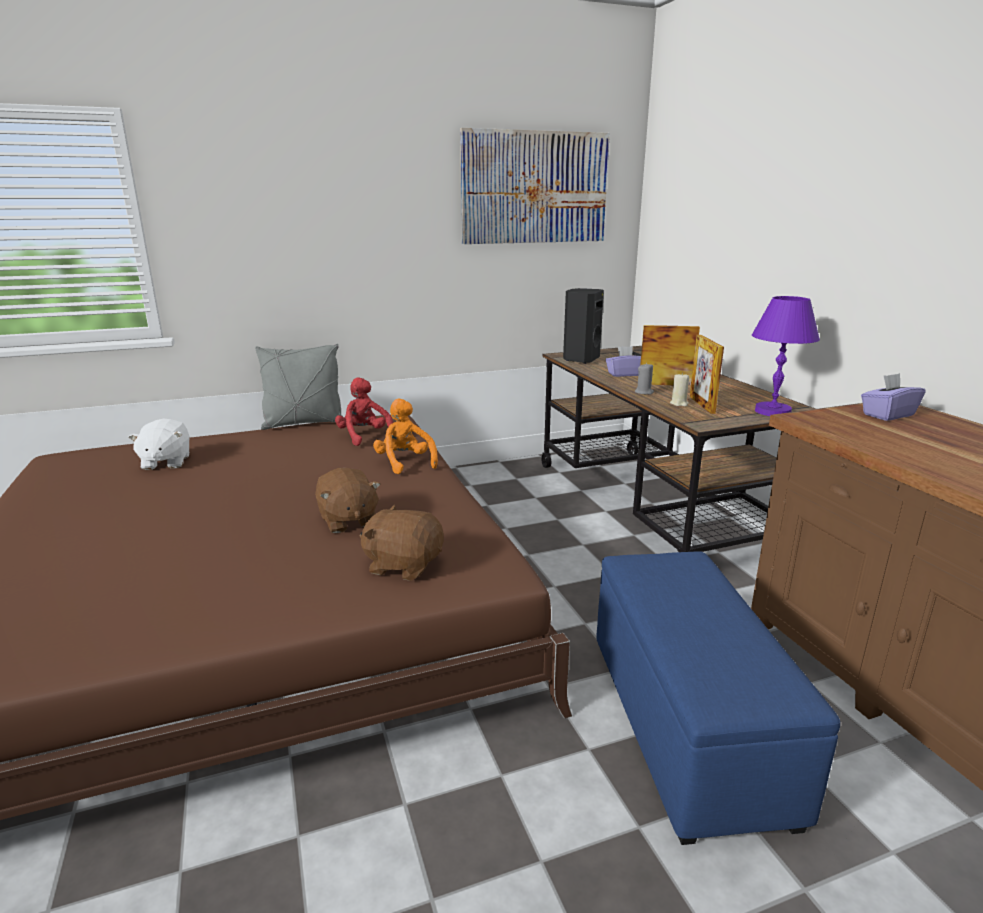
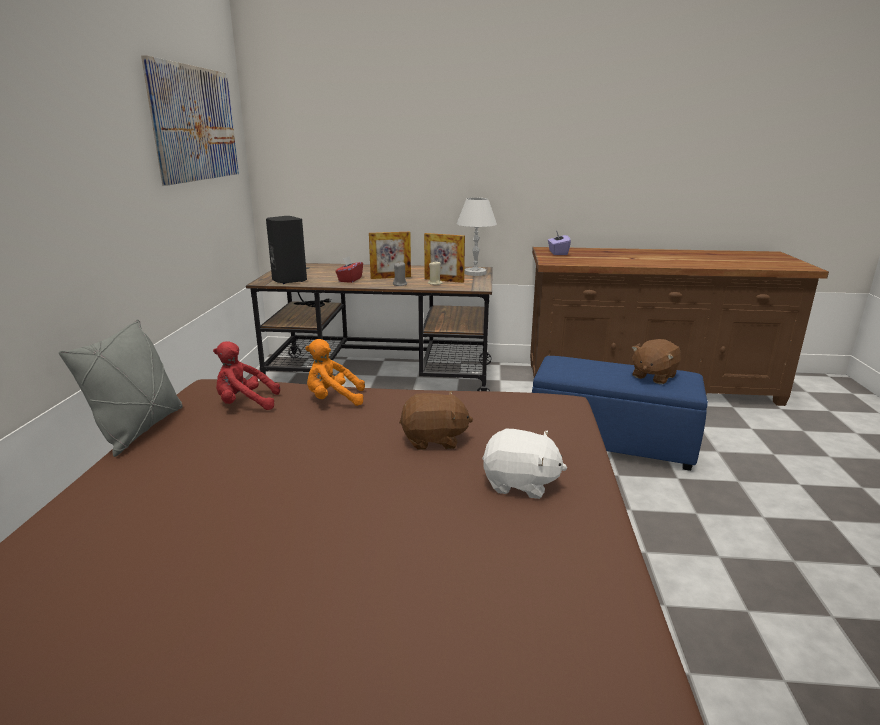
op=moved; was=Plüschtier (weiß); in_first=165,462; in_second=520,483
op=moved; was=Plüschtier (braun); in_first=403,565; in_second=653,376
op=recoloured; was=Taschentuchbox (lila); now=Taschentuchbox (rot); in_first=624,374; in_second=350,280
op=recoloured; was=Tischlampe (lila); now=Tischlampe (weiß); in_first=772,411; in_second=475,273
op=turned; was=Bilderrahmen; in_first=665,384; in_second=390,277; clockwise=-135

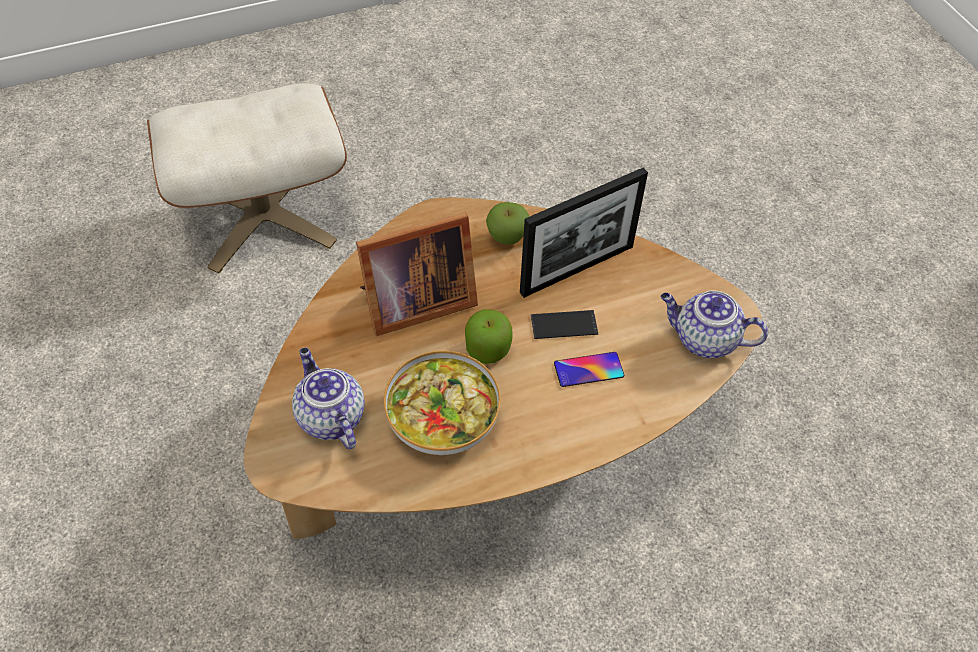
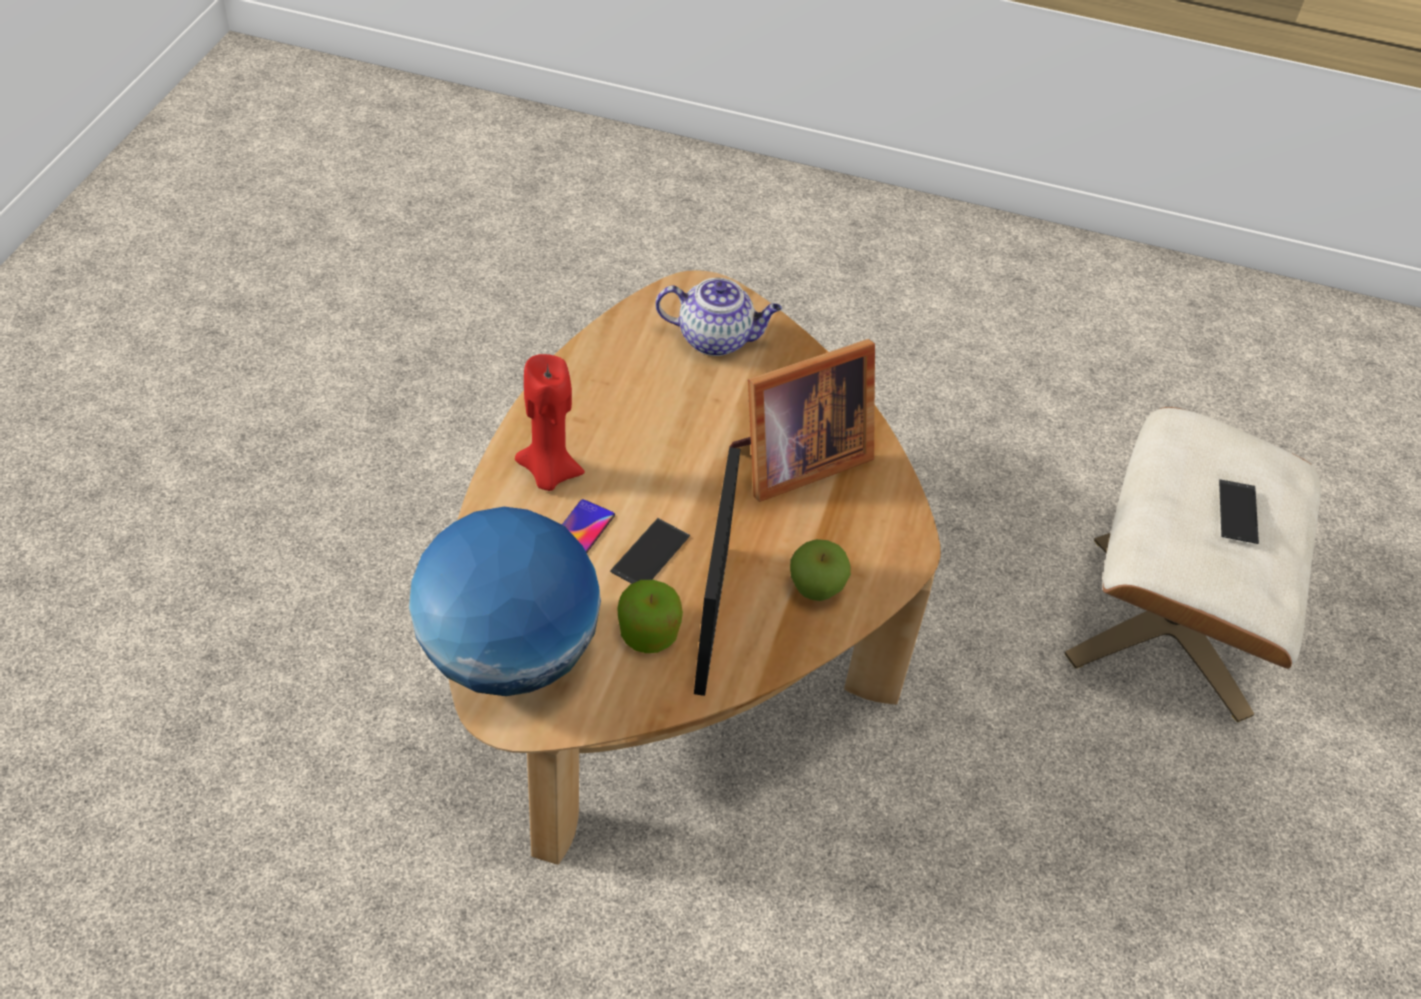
op=removed; was=Schüssel; in_first=442,417
op=added; now=Kerze (rot); in_second=548,473
op=added; now=Handy; in_second=1238,512
op=moved; was=Apfel; in_first=488,349; in_second=648,633
op=replaced; was=Teekanne; now=Globus; in_first=704,340; in_second=508,655
op=turned; was=Bilderrahmen; in_first=413,303; in_second=794,461; clockwise=-135

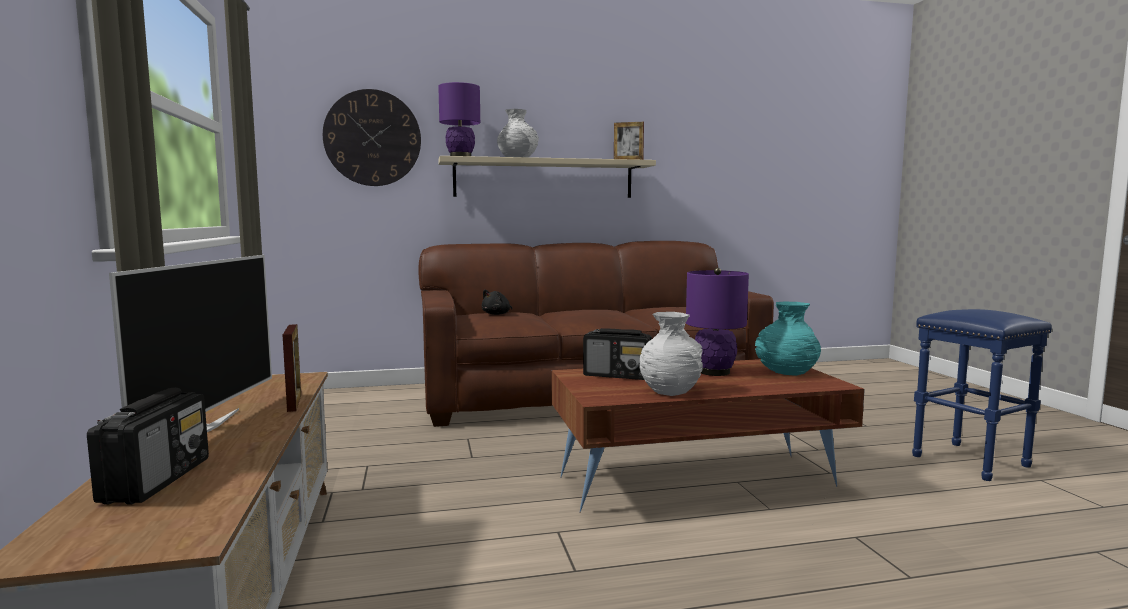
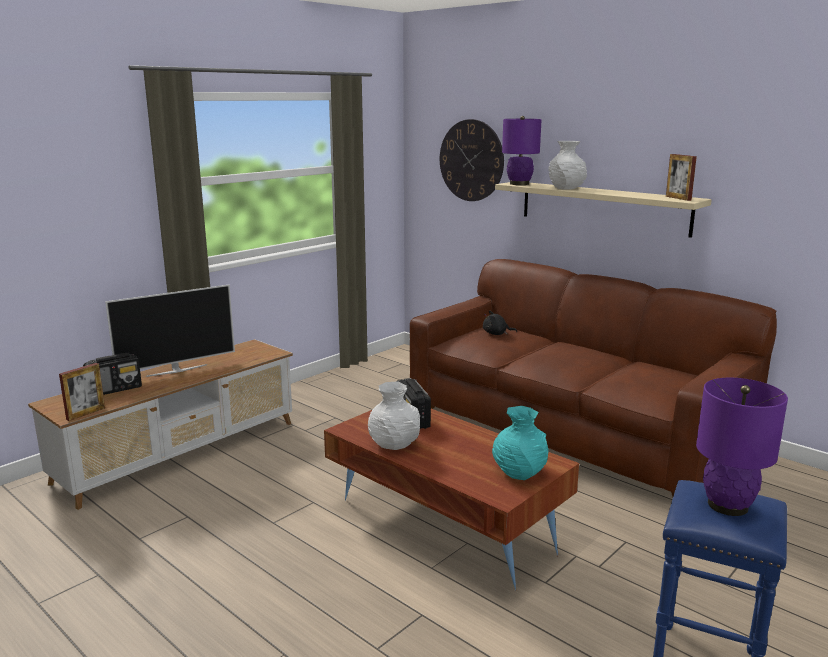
op=moved; was=Bilderrahmen; in_first=294,403; in_second=86,413
op=moved; was=Tischlampe (lila); in_first=714,372; in_second=728,506

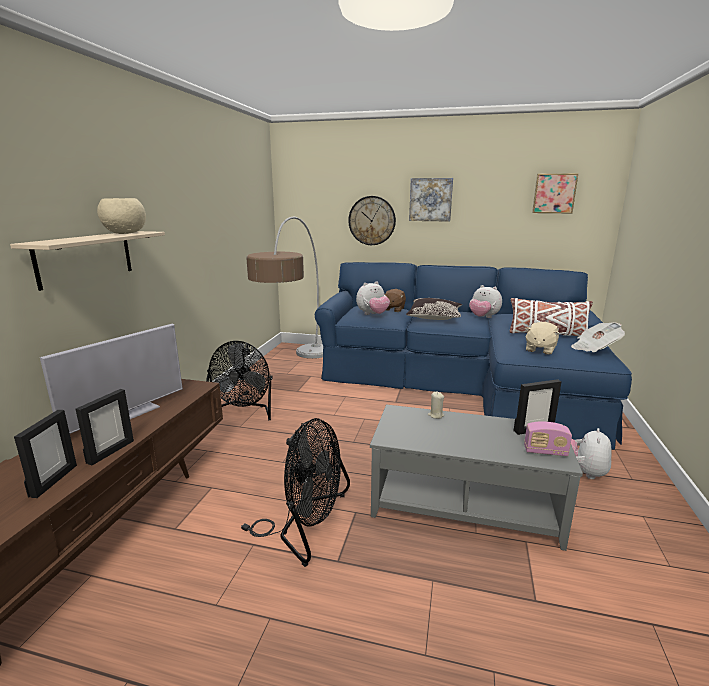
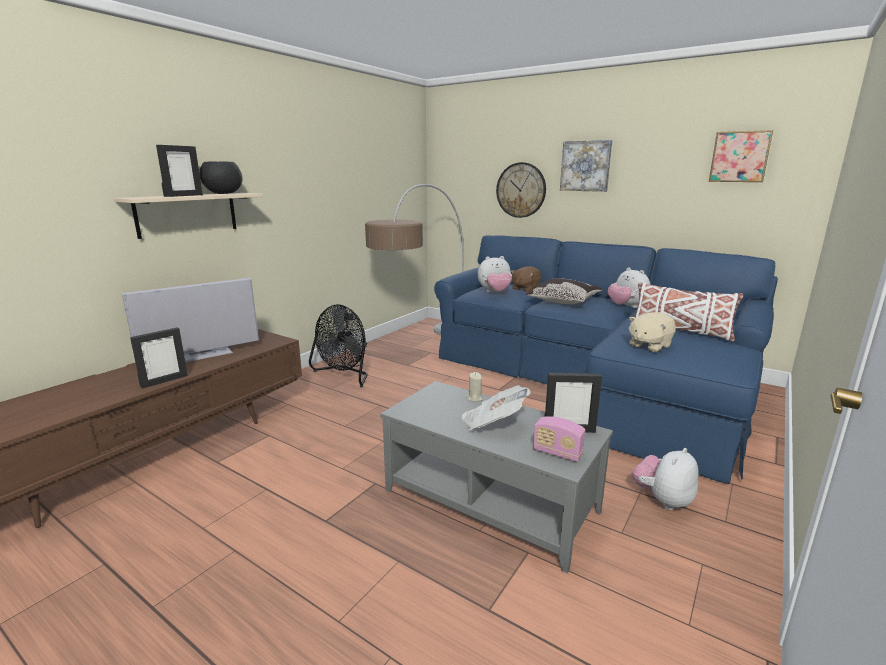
op=removed; was=Ventilator (schwarz); in_first=305,525
op=moved; was=Bilderrahmen; in_first=53,480; in_second=183,195
op=moved; was=Zeitung; in_first=594,348; in_second=493,423
op=recoloured; was=Schüssel (beige); now=Schüssel (schwarz); in_first=125,233; in_second=223,194

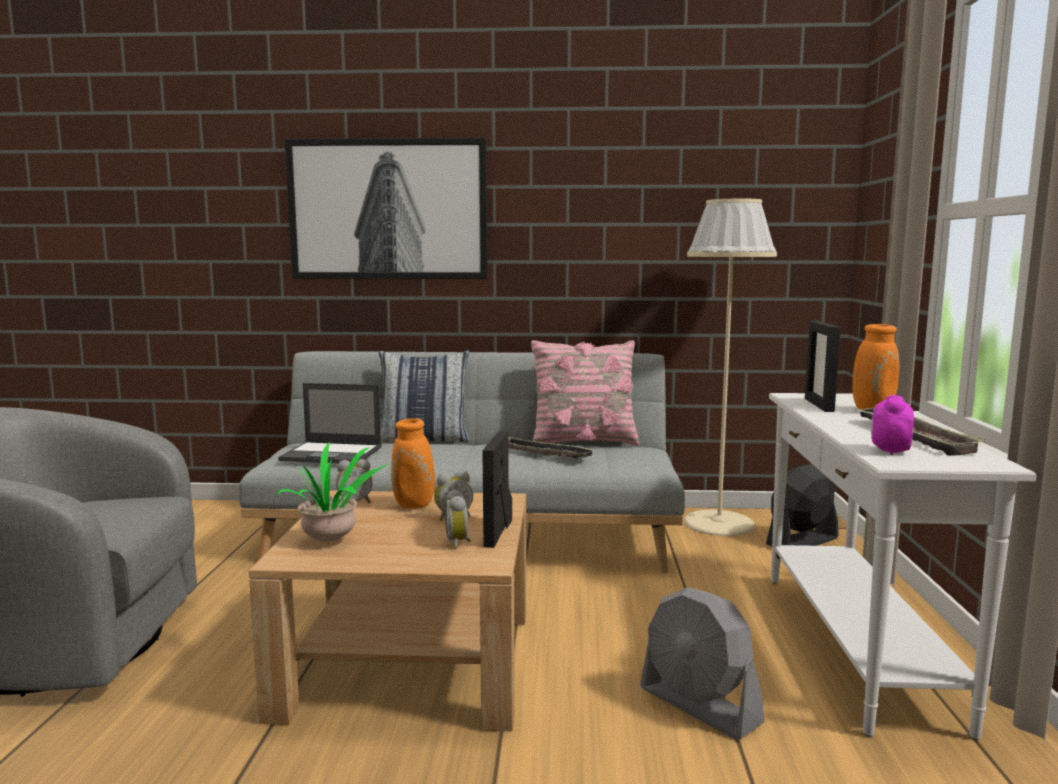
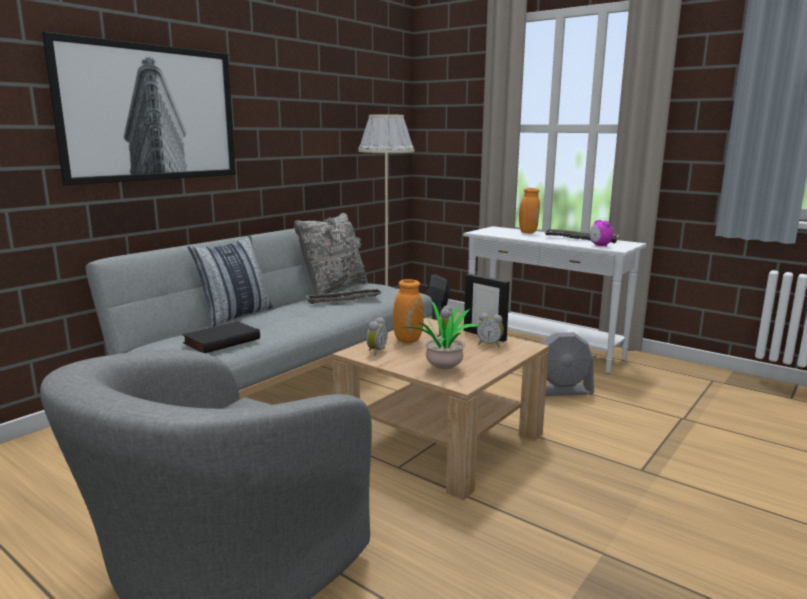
op=removed; was=Bilderrahmen; in_first=820,405
op=replaced; was=Laptop; now=Buch (schwarz); in_first=333,454; in_second=221,340
op=recoloured; was=Kissen (rosa); now=Kissen (grau); in_first=584,443; in_second=334,289

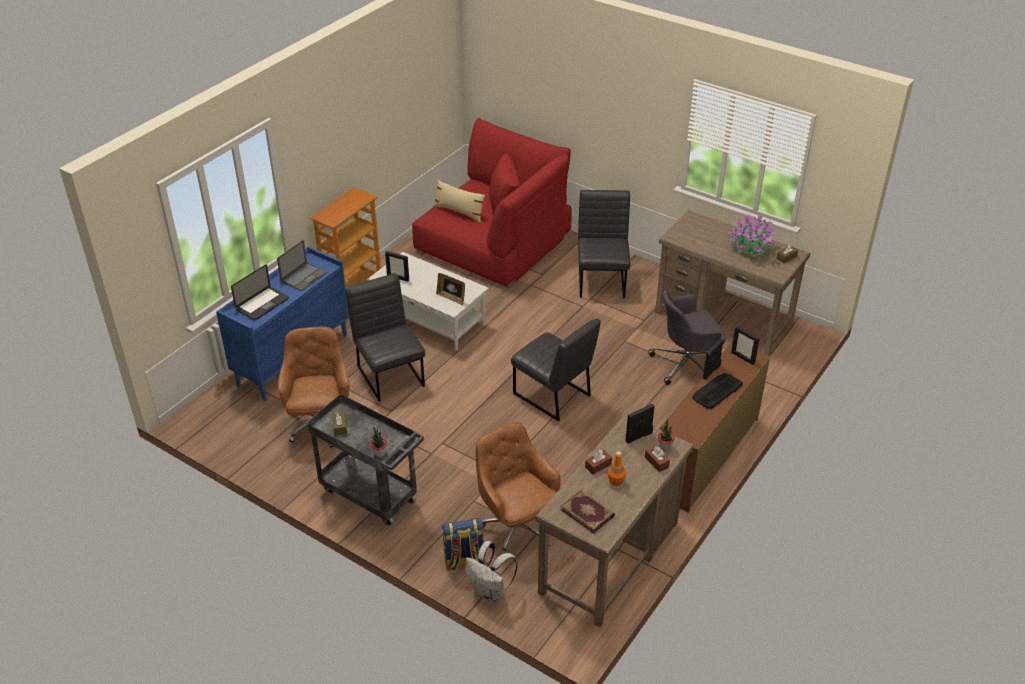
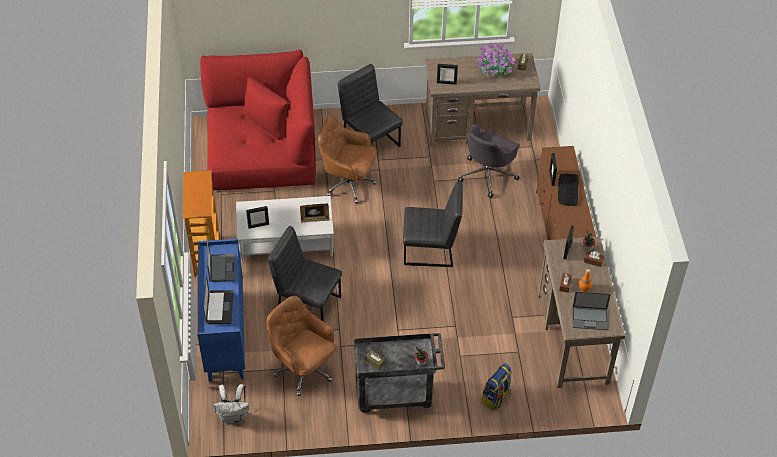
op=removed; was=Kissen (beige); in_first=459,212
op=moved; was=Rucksack (weiß); in_first=490,592; in_second=234,416
op=moved; was=Bürostuhl (braun); in_first=518,528; in_second=349,183
op=moved; was=Bilderrahmen; in_first=743,357; in_second=446,82
op=replaced; was=Buch; now=Laptop; in_first=588,512; in_second=590,318

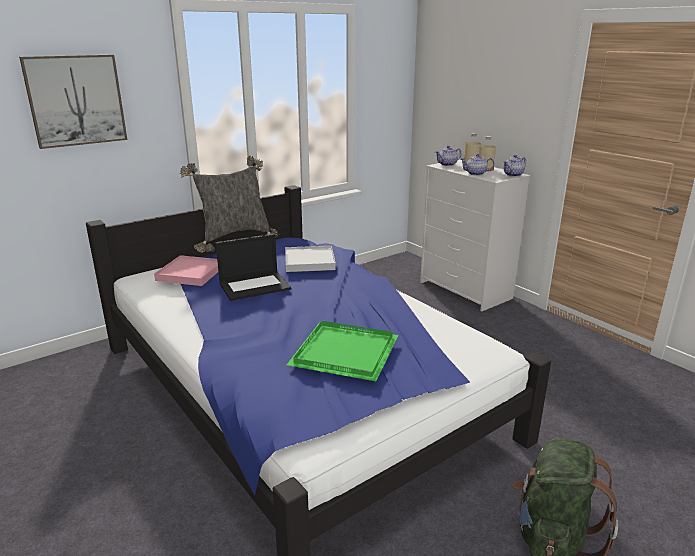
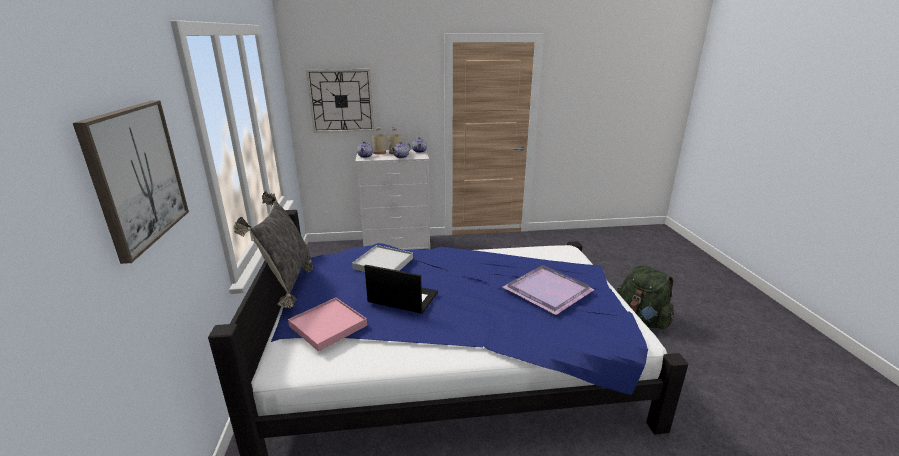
op=added; now=Wanduhr; in_second=341,101
op=recoloured; was=Tablett (grün); now=Tablett (lila); in_first=347,352; in_second=547,290
op=turned; was=Laptop; in_first=255,286; in_second=402,298; clockwise=-75

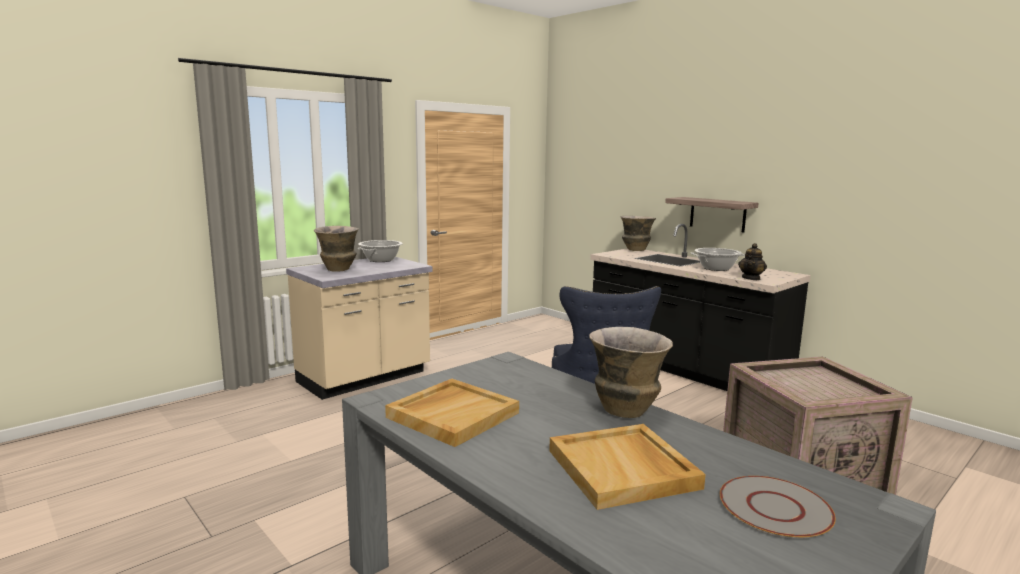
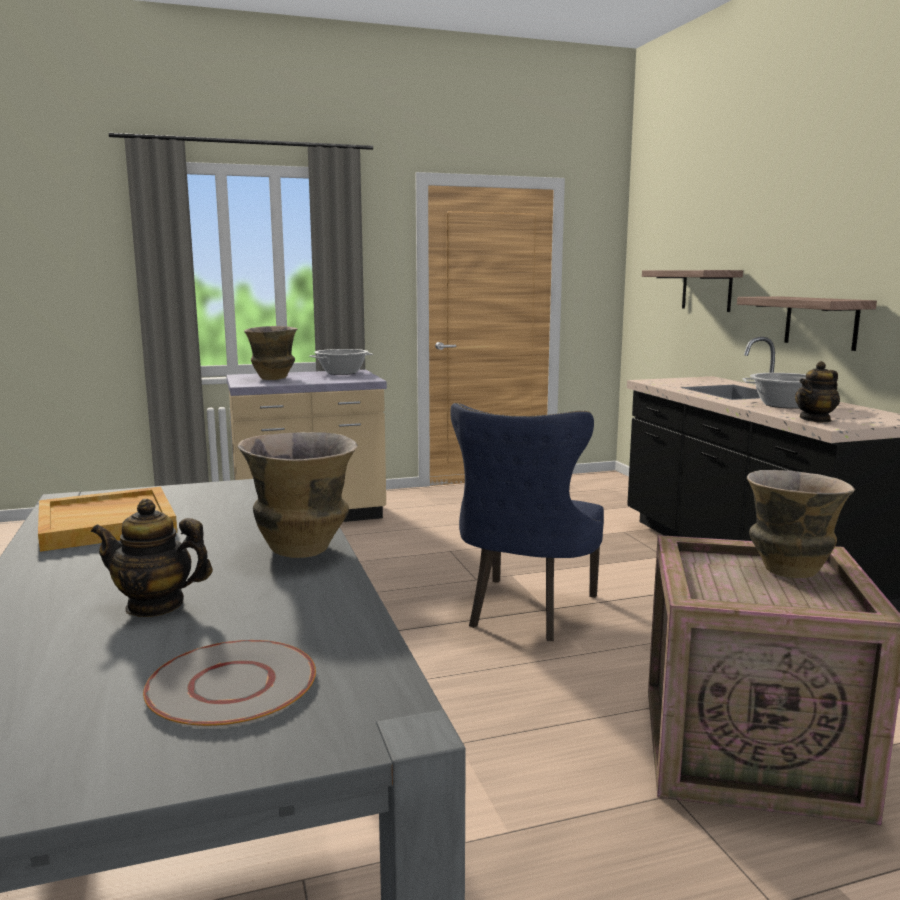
op=added; now=Wandregal; in_second=706,290
op=moved; was=Vase; in_first=635,250; in_second=789,570
op=replaced; was=Tablett (beige); now=Teekanne; in_first=624,469; in_second=155,605

